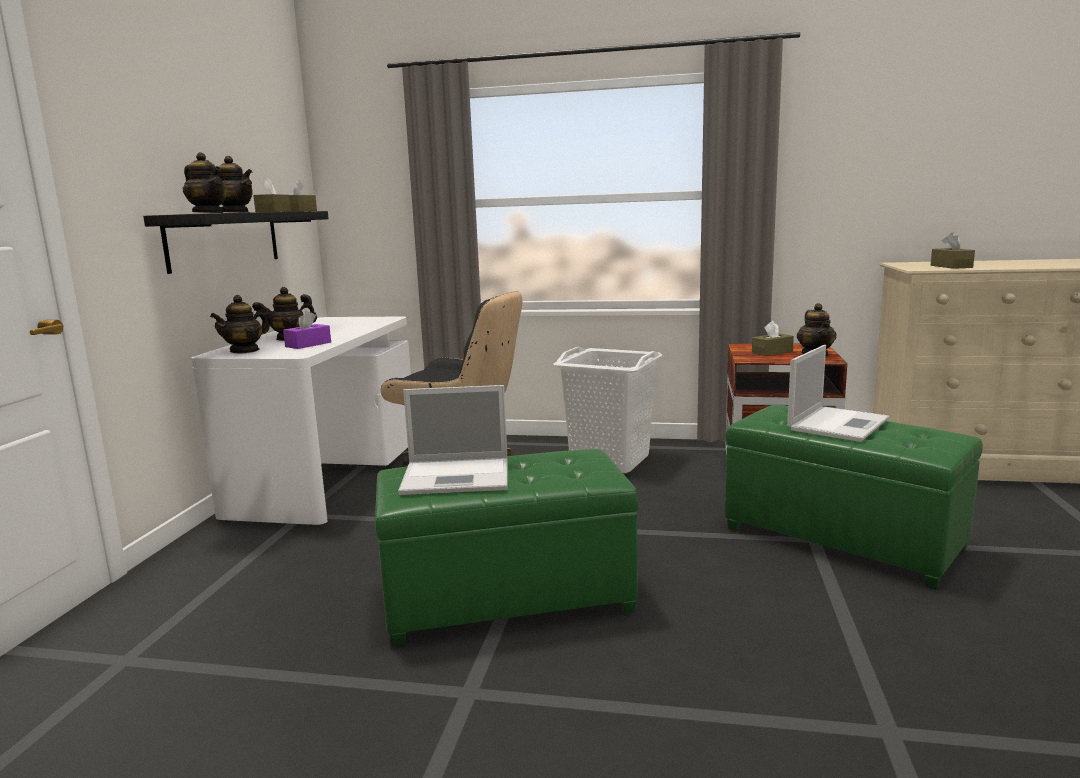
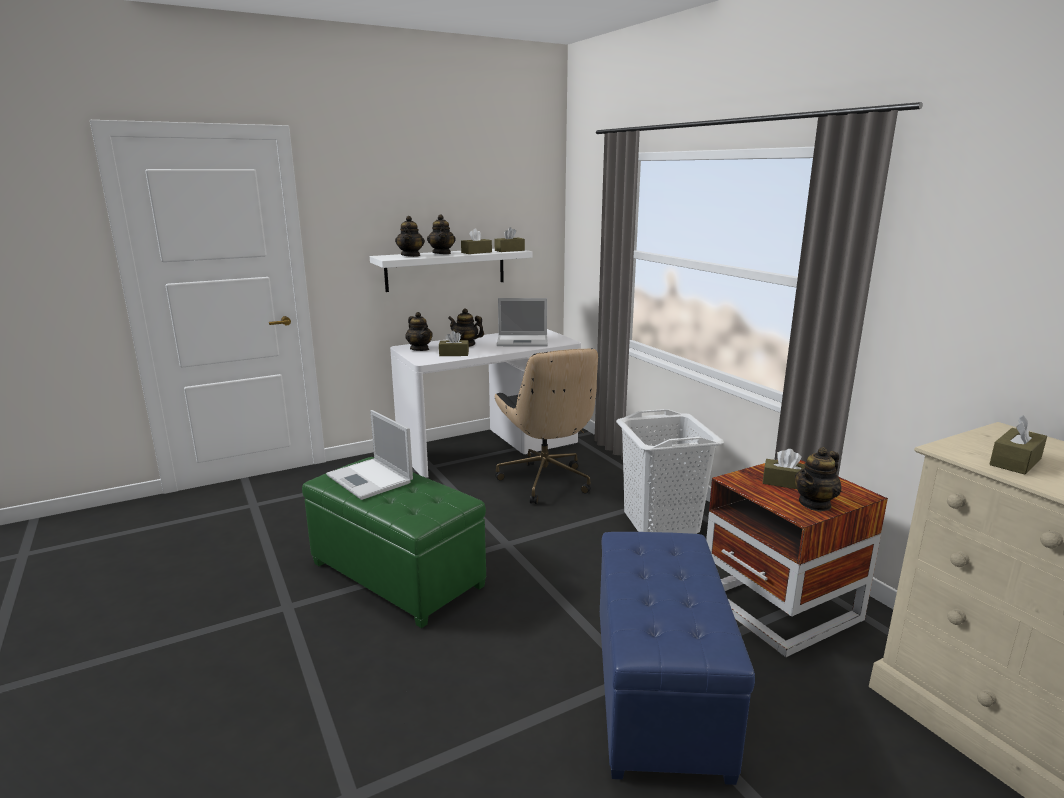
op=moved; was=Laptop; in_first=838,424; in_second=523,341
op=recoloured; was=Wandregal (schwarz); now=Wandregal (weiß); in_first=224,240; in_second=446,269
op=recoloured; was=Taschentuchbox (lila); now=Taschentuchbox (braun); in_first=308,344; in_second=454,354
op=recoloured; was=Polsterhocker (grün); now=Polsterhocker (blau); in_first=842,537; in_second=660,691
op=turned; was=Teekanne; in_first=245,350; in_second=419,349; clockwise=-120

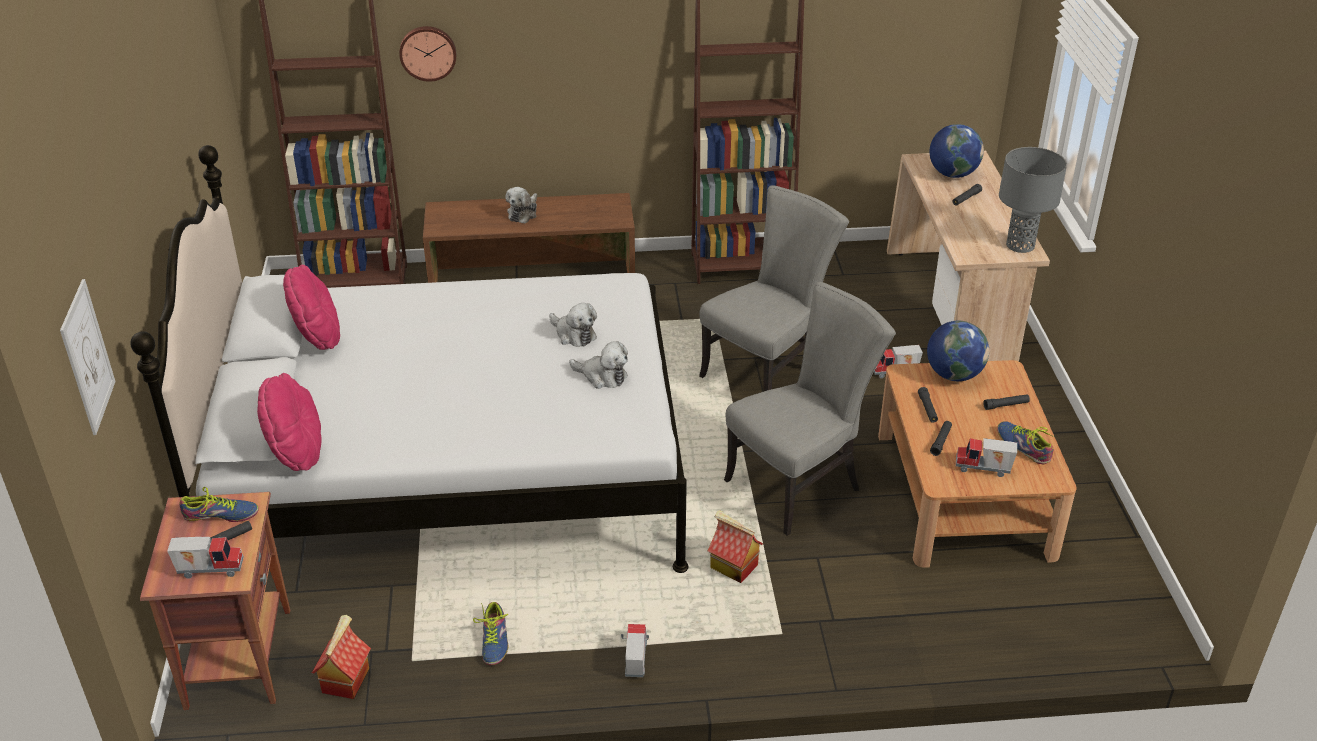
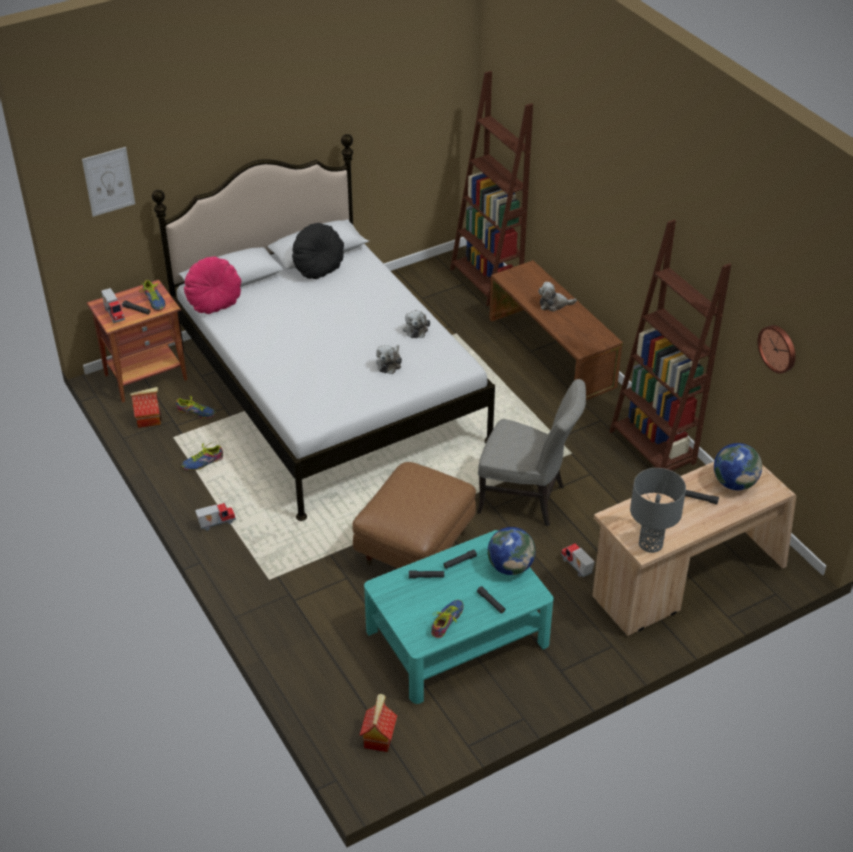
op=removed; was=Spielzeuglaster; in_first=983,469
op=added; now=Schuh; in_second=196,412
op=moved; was=Wanduhr; in_first=428,52; in_second=778,348
op=moved; was=Plüschtier; in_first=602,376; in_second=415,329
op=moved; was=Spielzeughaus; in_first=732,567; in_second=378,737
op=replaced; was=Stuhl (grau); now=Polsterhocker (braun); in_first=800,483; in_second=415,550
op=recoloured; was=Kissen (rosa); now=Kissen (schwarz); in_first=317,339; in_second=319,271
op=recoloured; was=Couchtisch (braun); now=Couchtisch (türkis); in_first=964,493; in_second=457,637

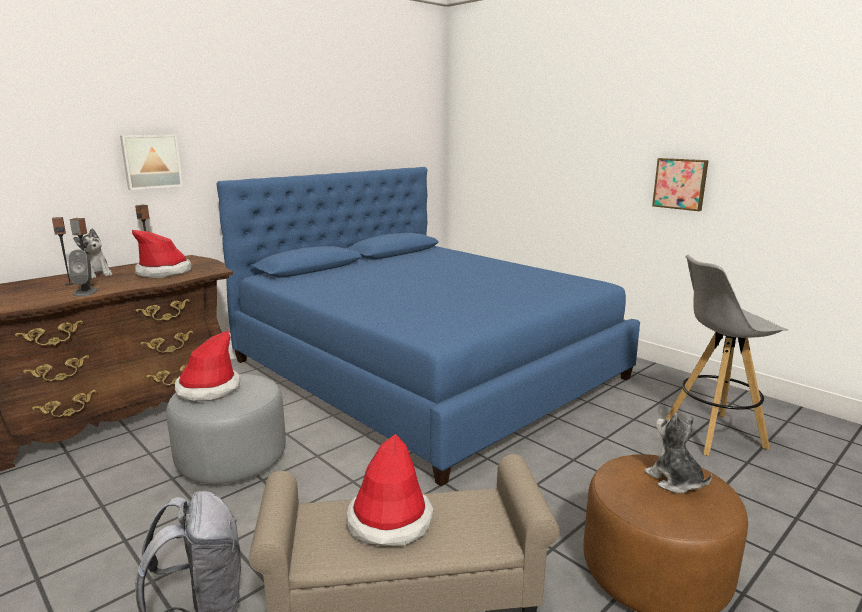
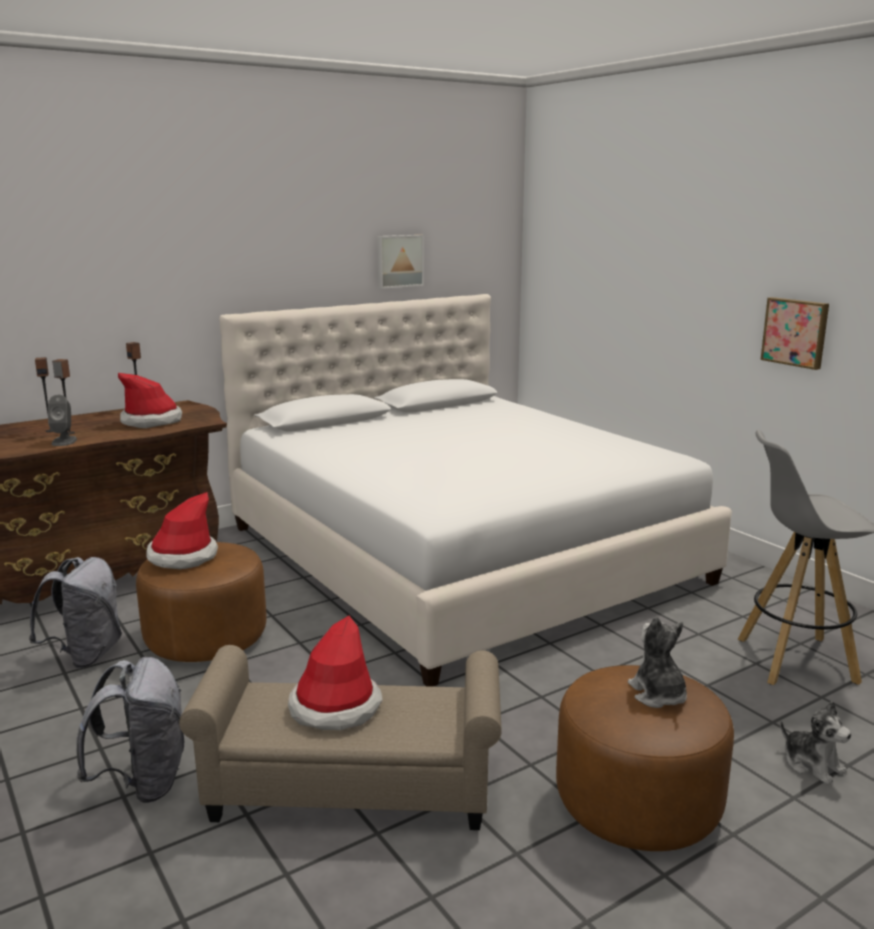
op=added; now=Rucksack (grau); in_second=86,655
op=moved; was=Plüschtier; in_first=96,274; in_second=812,765
op=moved; was=Bild; in_first=151,161; in_second=399,261
op=recoloured; was=Polsterhocker (grau); now=Polsterhocker (braun); in_first=232,459; in_second=206,638
op=recoloured; was=Bett (blau); now=Bett (weiß); in_first=426,369; in_second=459,553

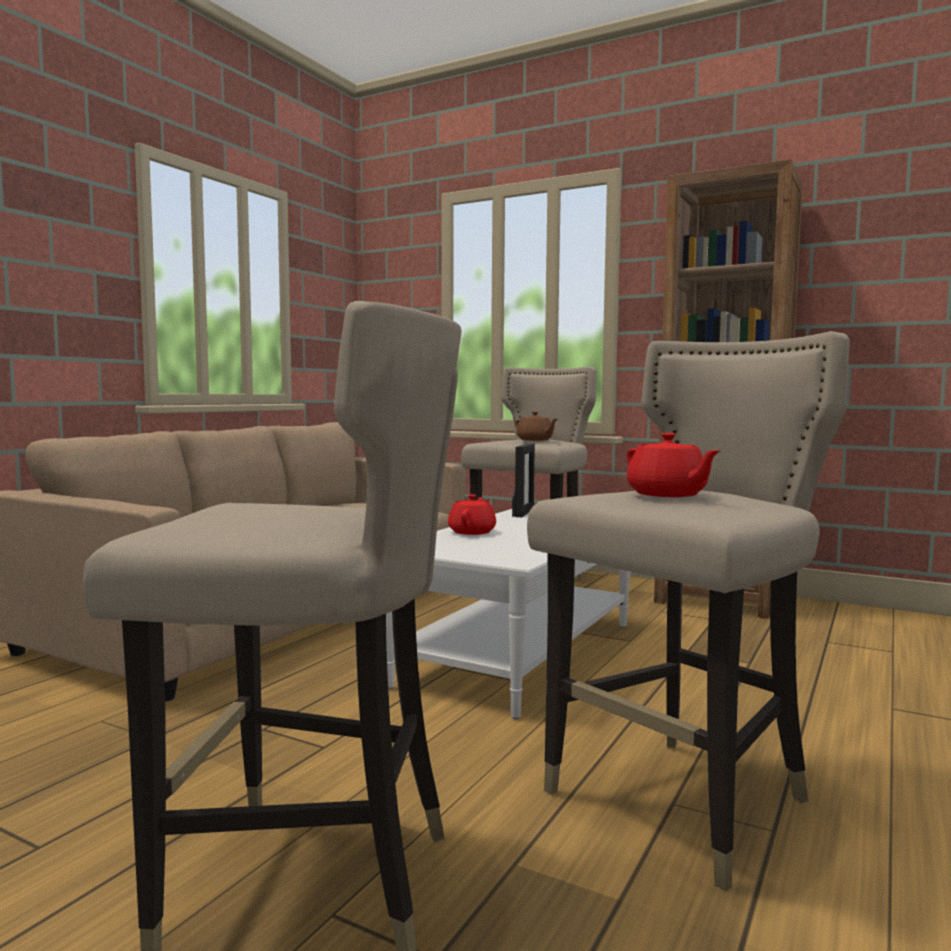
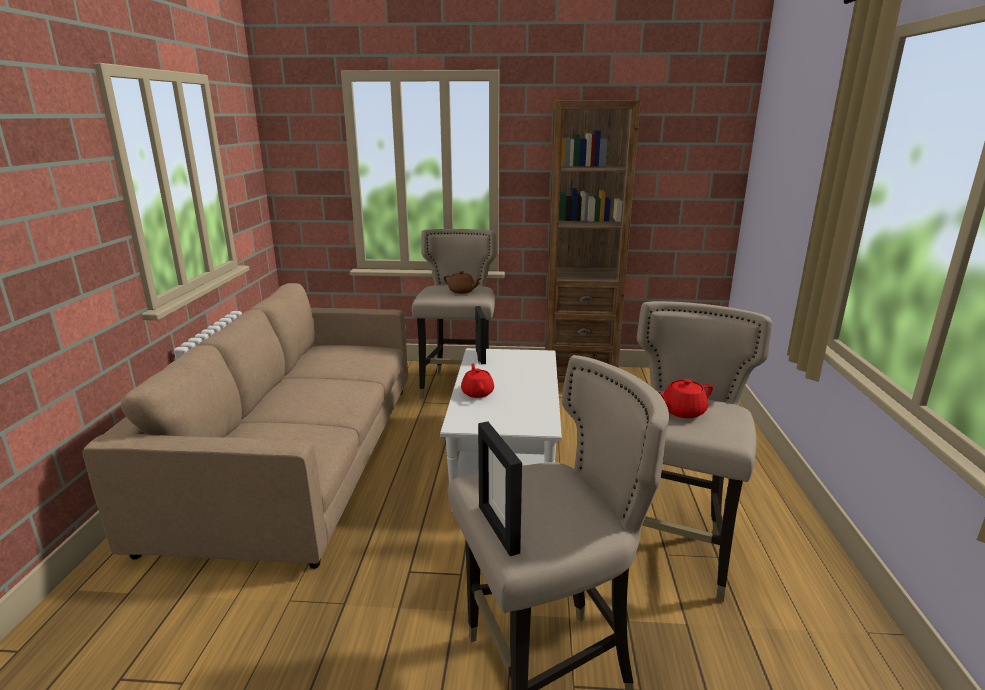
op=added; now=Bilderrahmen; in_second=500,528
op=turned; was=Teekanne (rot); in_first=667,494; in_second=682,411; clockwise=120

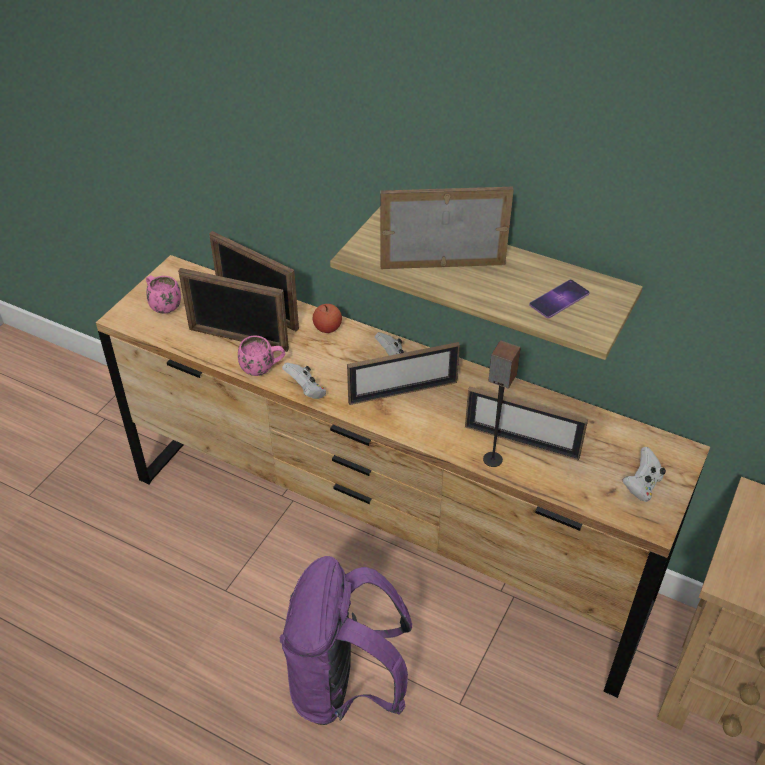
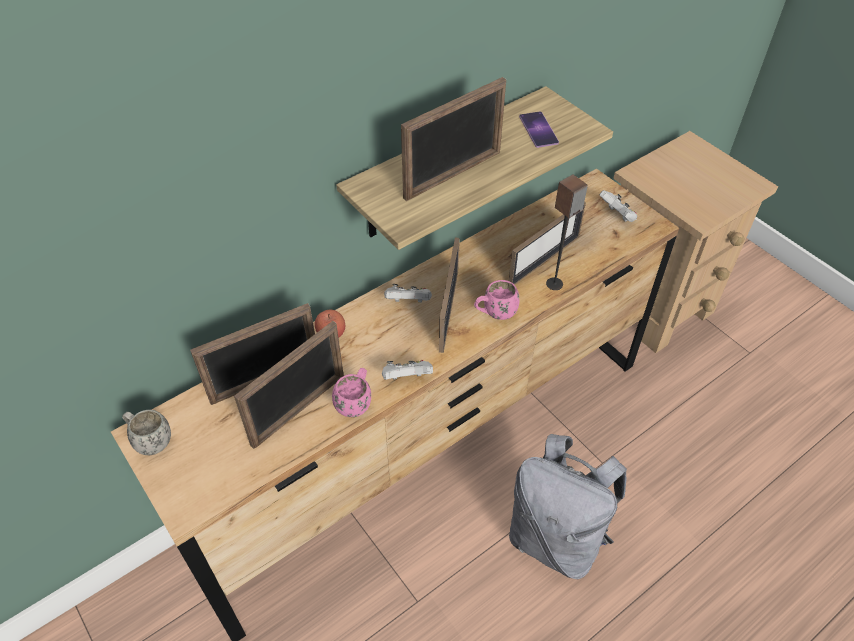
op=added; now=Henkelbecher (weiß); in_second=149,441
op=moved; was=Henkelbecher (rosa); in_first=163,305; in_second=495,313
op=recoloured; was=Rucksack (lila); now=Rucksack (grau); in_first=344,685; in_second=556,537
op=turned; was=Bilderrahmen; in_first=442,264; in_second=453,175; clockwise=-150

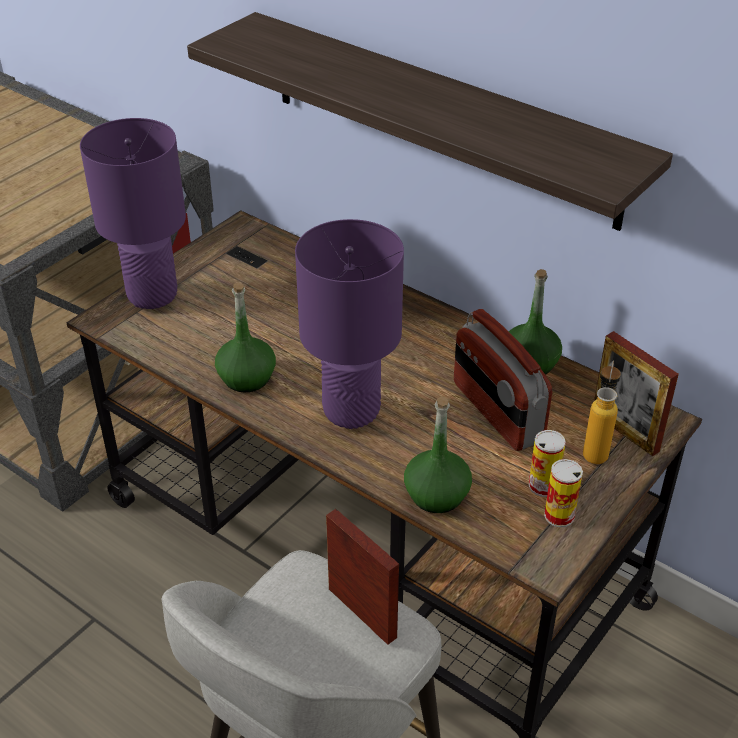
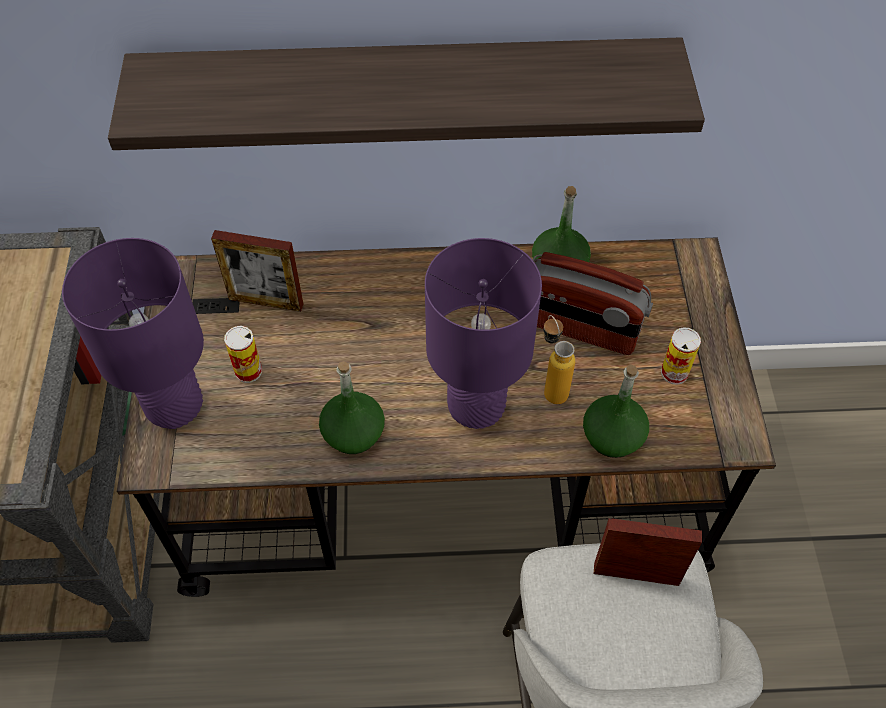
op=moved; was=Dose; in_first=559,515; in_second=248,371
op=moved; was=Flasche; in_first=596,449; in_second=551,386
op=moved; was=Bilderrahmen; in_first=625,431; in_second=266,301

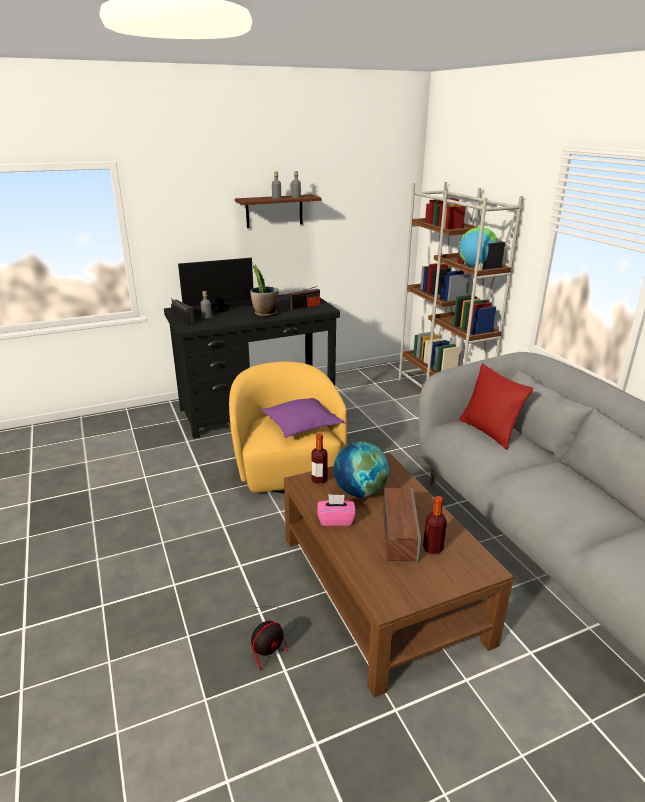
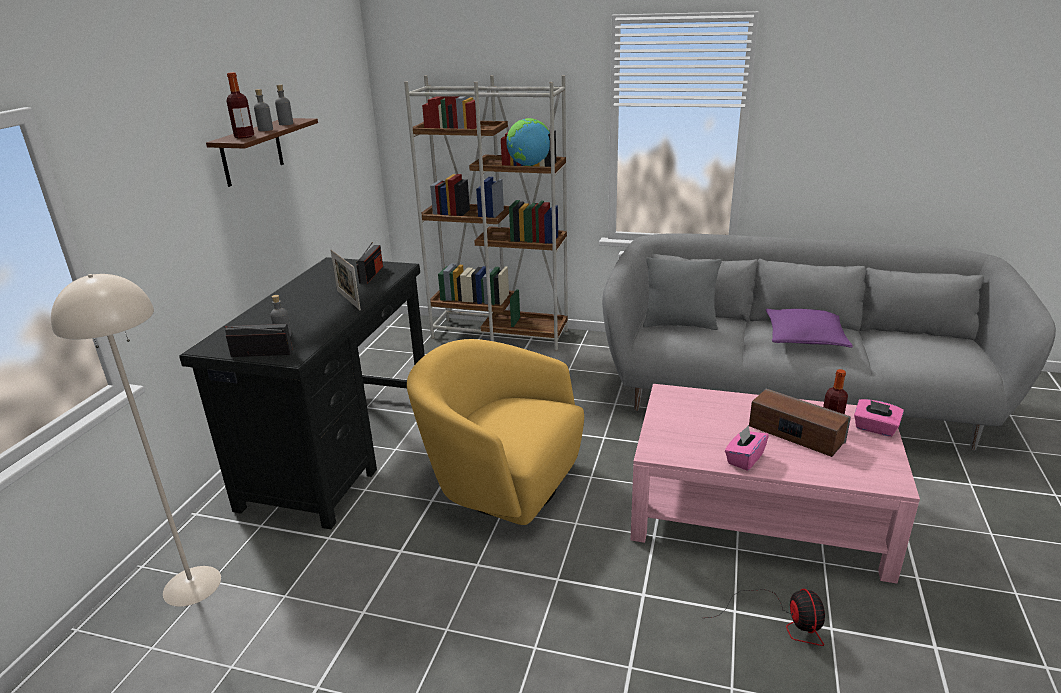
op=removed; was=Monitor; in_first=218,309
op=removed; was=Globus; in_first=360,491
op=added; now=Stehlampe (beige); in_second=191,586
op=added; now=Taschentuchbox (rosa); in_second=875,428
op=moved; was=Kissen (lila); in_first=301,424; in_second=805,337
op=moved; was=Flasche; in_first=319,480; in_second=244,137
op=replaced; was=Topfpflanze; now=Bilderrahmen; in_first=265,313; in_second=348,300
op=recoloured; was=Couchtisch (braun); now=Couchtisch (rosa); in_first=381,588; in_second=759,511
op=recoloured; was=Kissen (rot); now=Kissen (grau); in_first=488,432; in_second=679,324

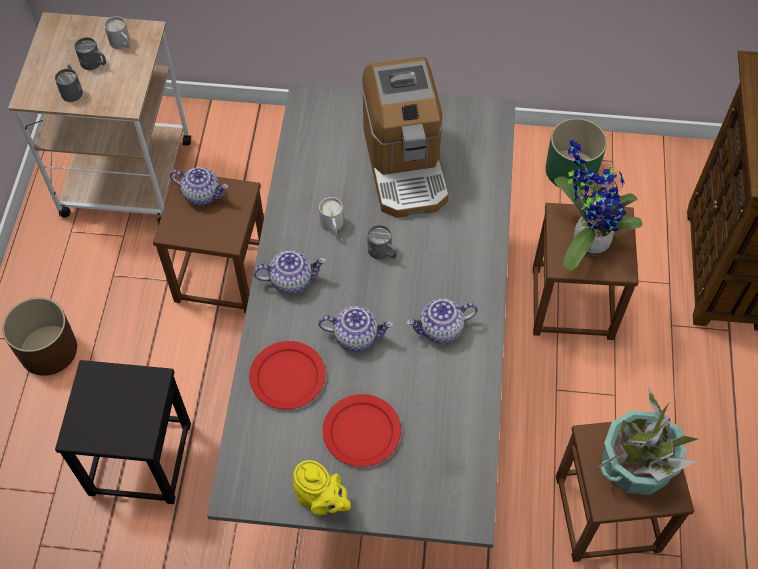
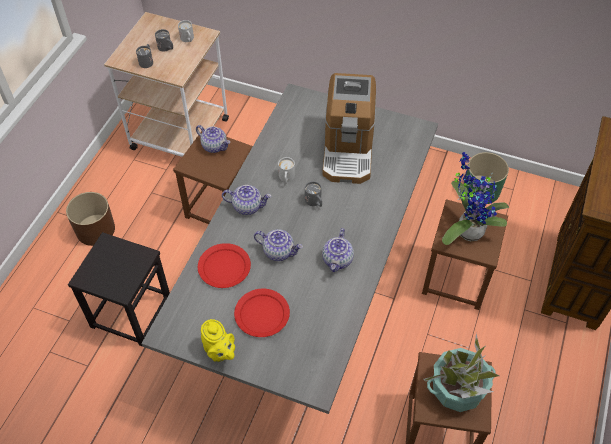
op=turned; was=Teekanne; in_first=440,329; in_second=338,260; clockwise=-75

